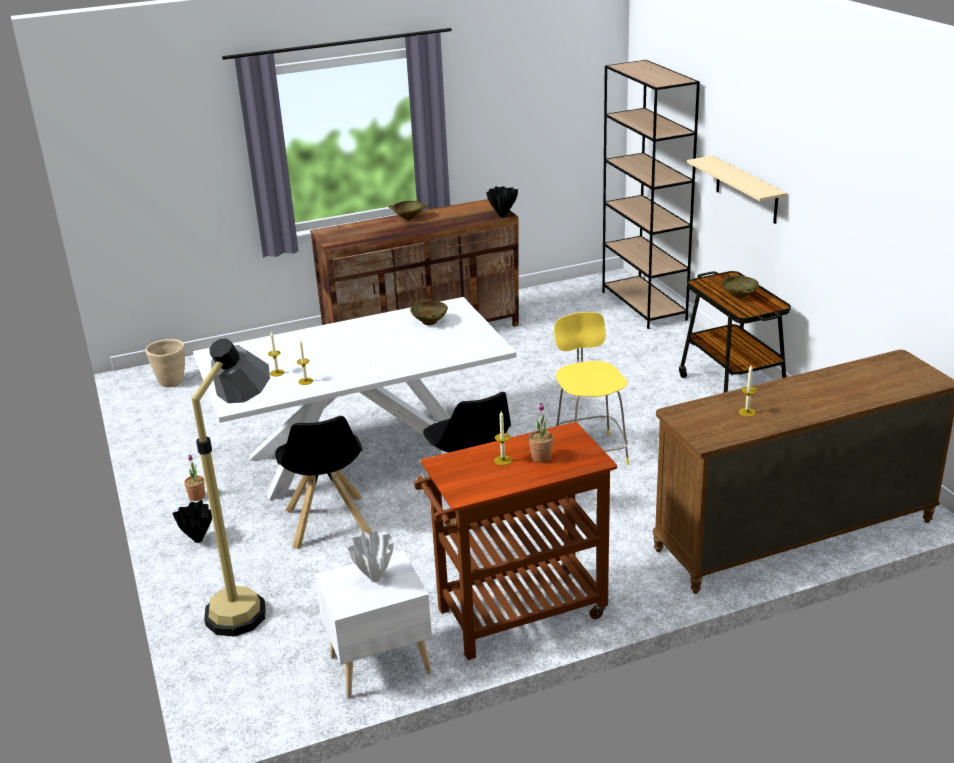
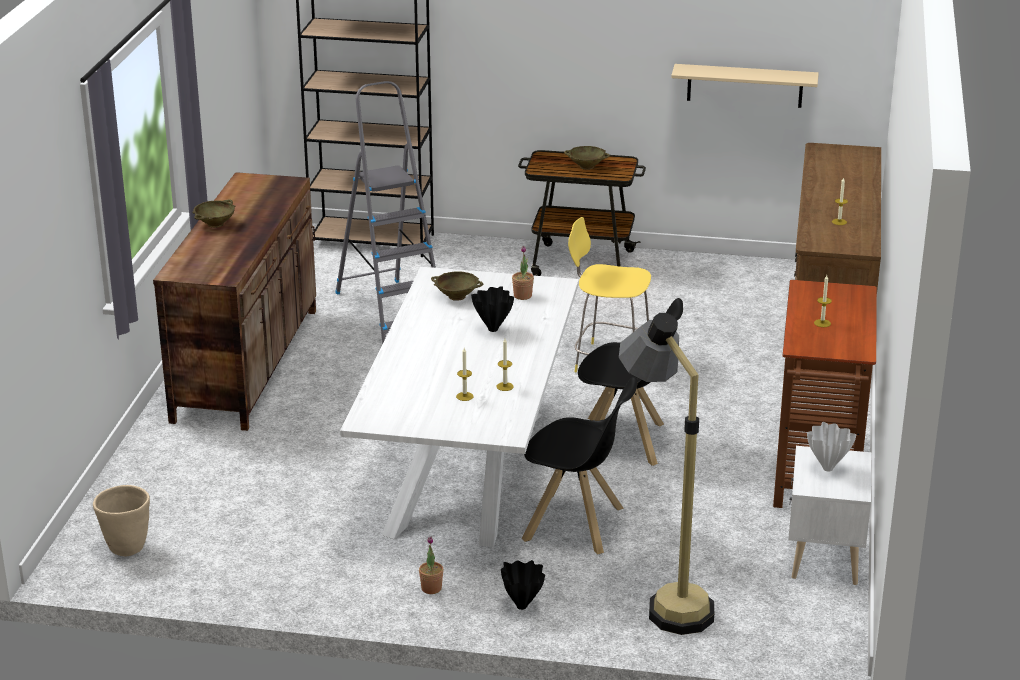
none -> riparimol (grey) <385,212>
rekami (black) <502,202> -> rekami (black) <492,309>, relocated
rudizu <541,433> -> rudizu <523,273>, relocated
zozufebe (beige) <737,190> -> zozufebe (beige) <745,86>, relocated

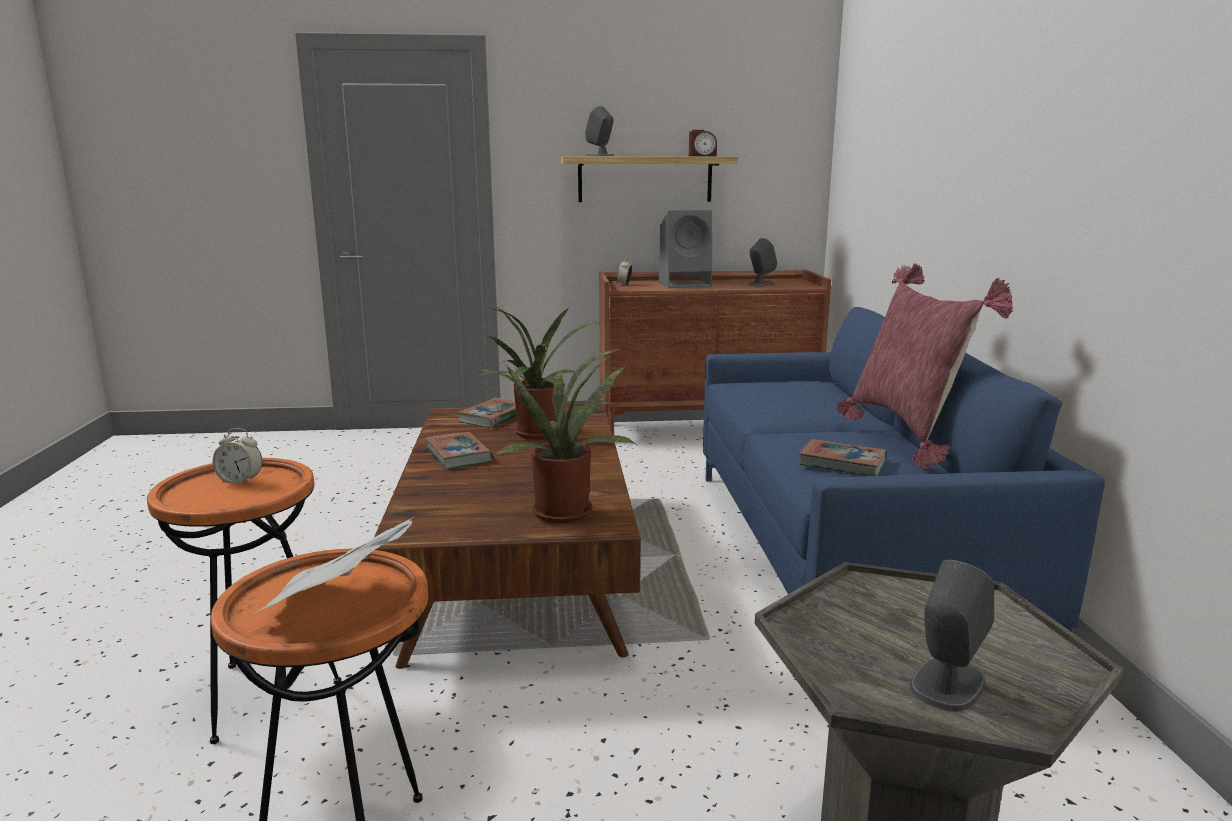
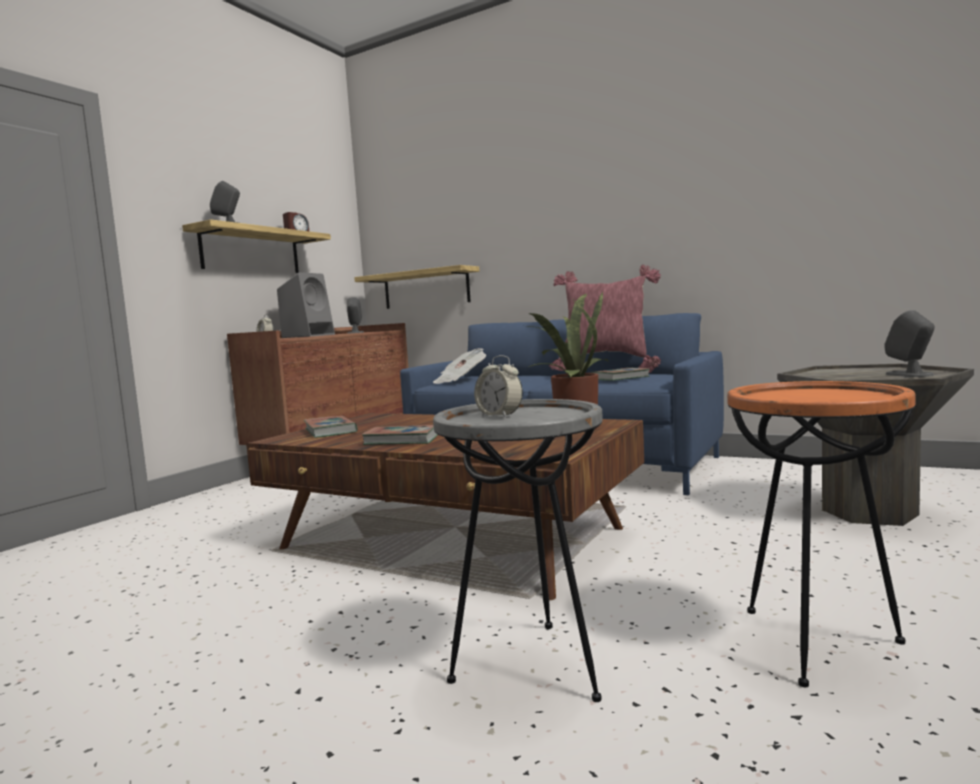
none -> zozufebe <417,287>
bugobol <334,565> -> bugobol <459,366>, relocated
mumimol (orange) <244,601> -> mumimol (grey) <518,550>
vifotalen <237,456> -> vifotalen <498,386>, 90 degrees clockwise
rudizu <538,371> -> none

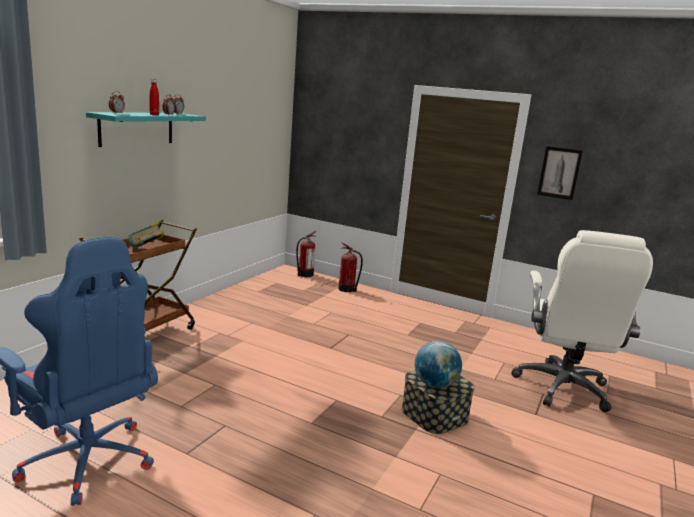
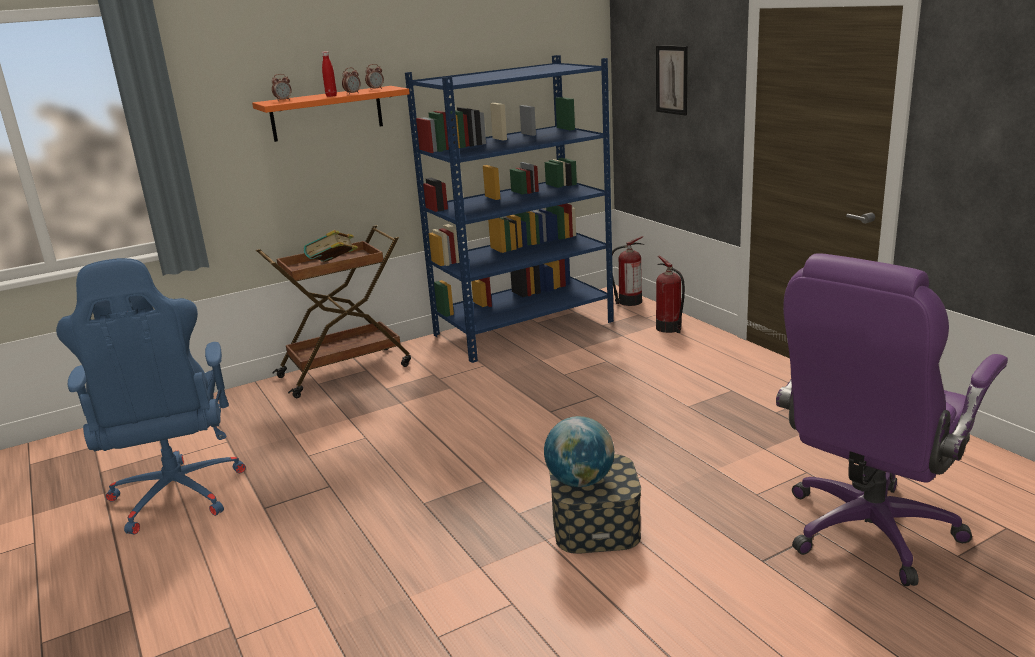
zozufebe (turquoise) <146,129> -> zozufebe (orange) <331,114>
none -> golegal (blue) <509,209>
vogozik <560,173> -> vogozik <672,80>, relocated
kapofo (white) <582,321> -> kapofo (purple) <892,419>

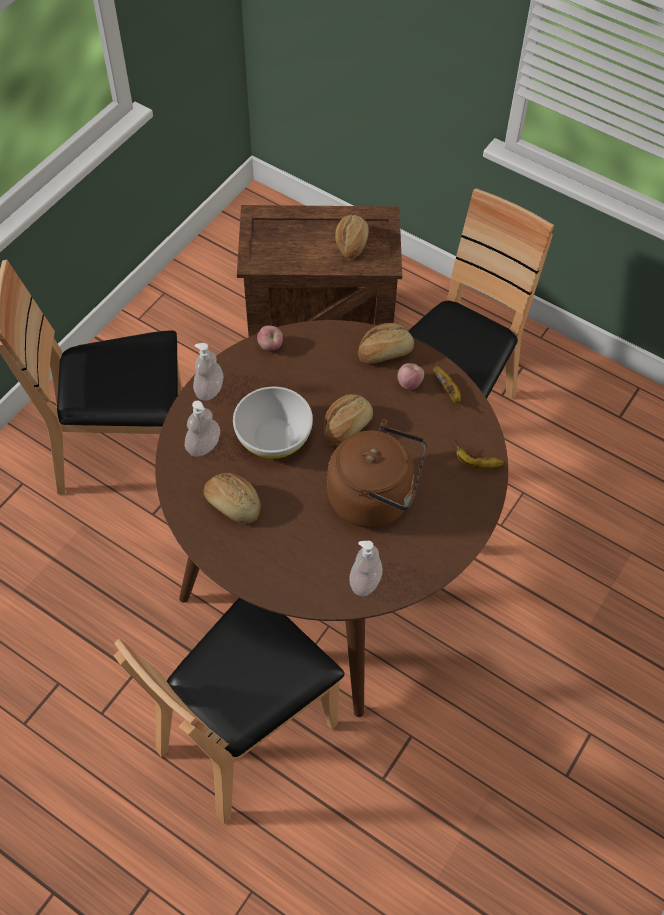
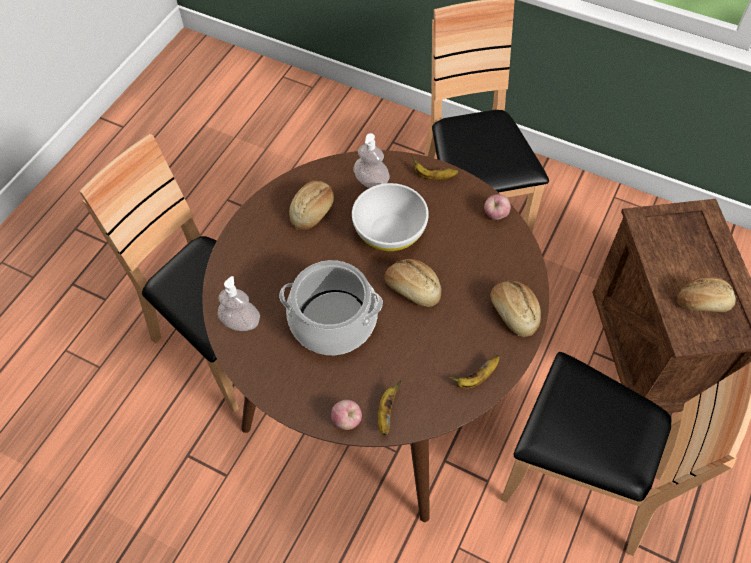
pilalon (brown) <377,473> -> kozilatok <331,307>
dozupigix <411,376> -> dozupigix <346,415>, relocated
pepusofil <208,372> -> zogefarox <435,168>

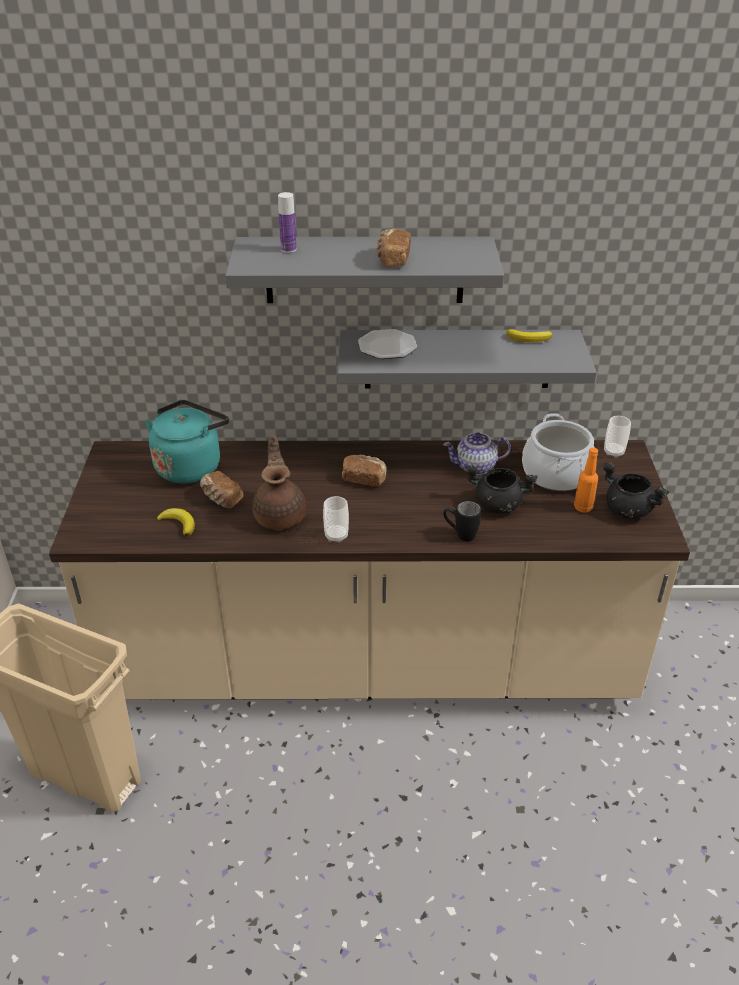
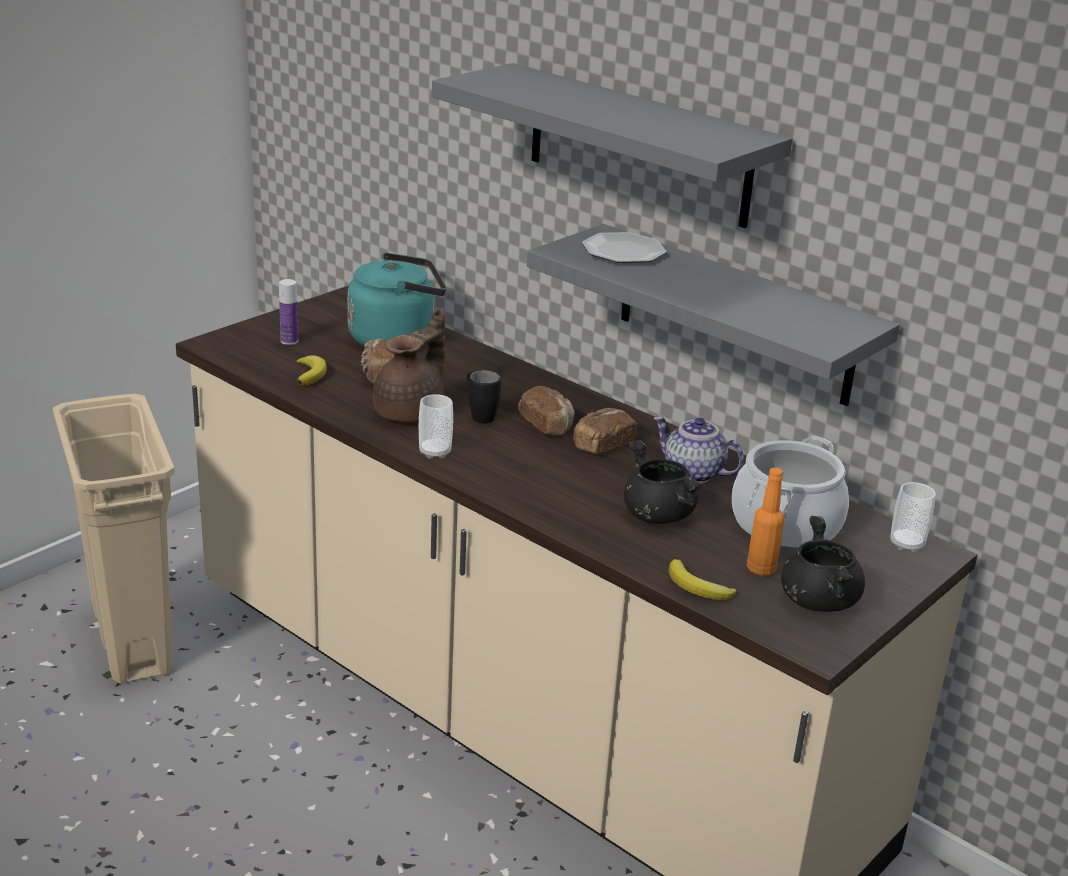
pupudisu <287,222> -> pupudisu <288,312>, relocated
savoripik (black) <462,521> -> savoripik (black) <484,396>, relocated
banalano <393,248> -> banalano <605,431>, relocated
zogefarox <529,335> -> zogefarox <703,579>, relocated

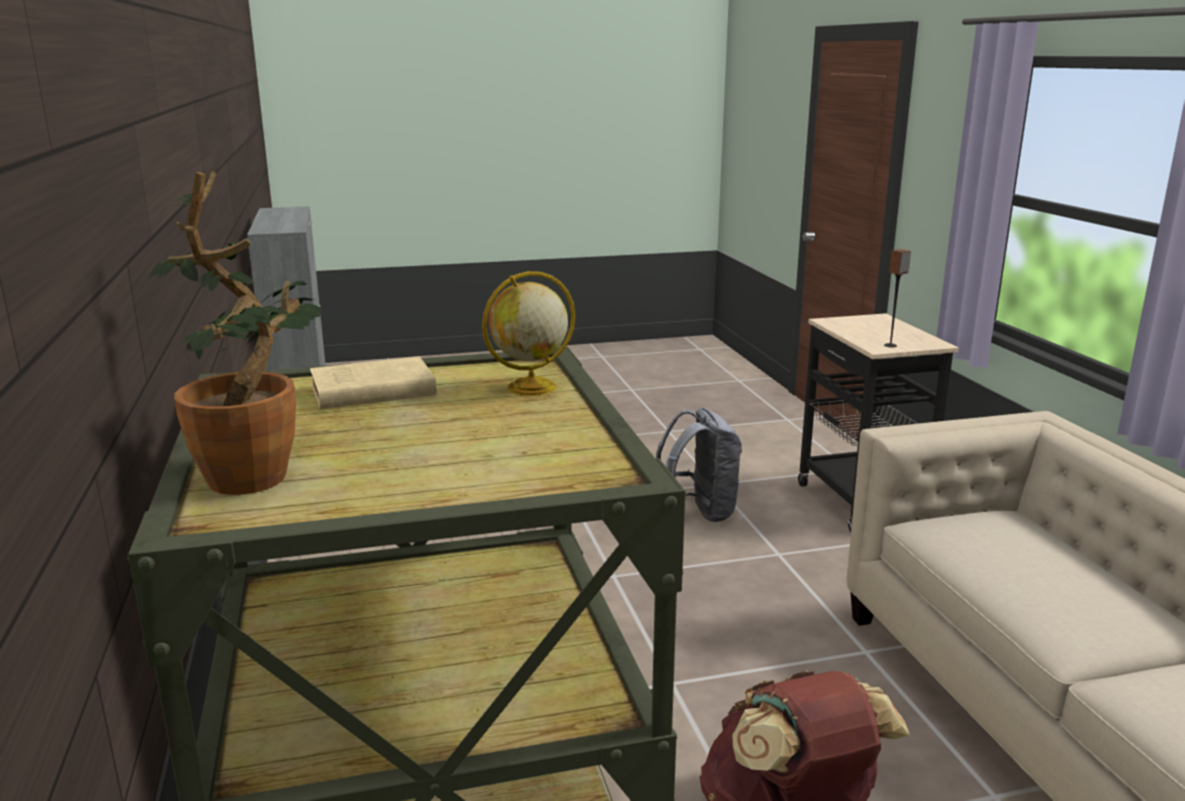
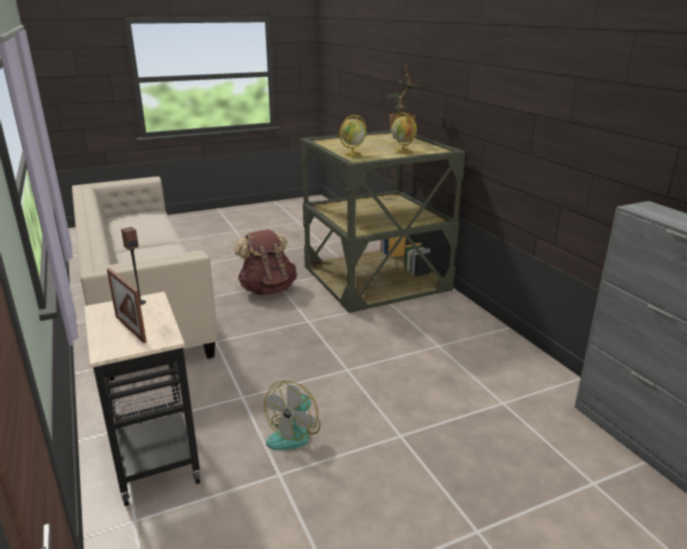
none -> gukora <127,305>
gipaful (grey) <699,464> -> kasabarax <292,415>
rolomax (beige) <373,383> -> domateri <404,133>

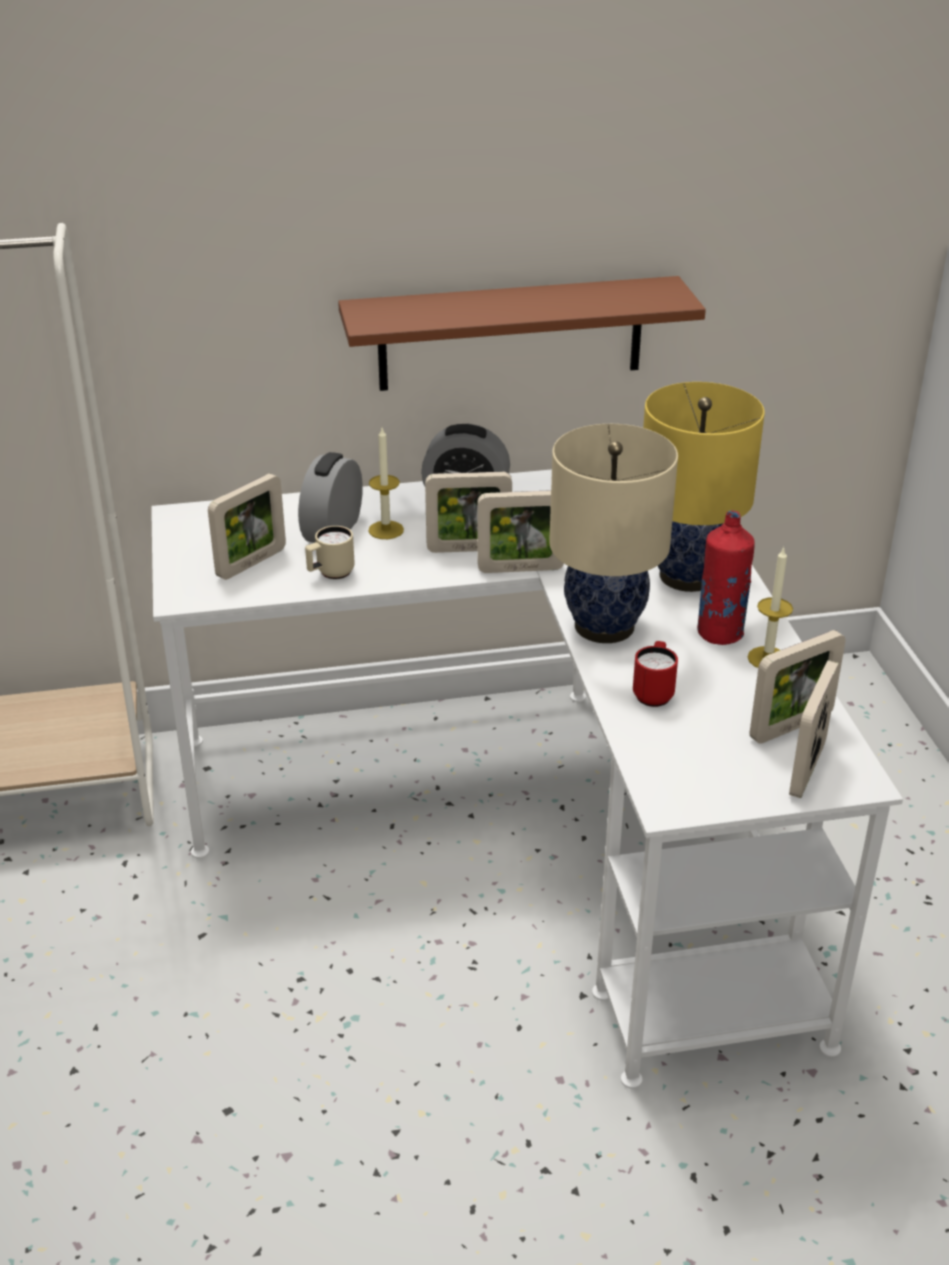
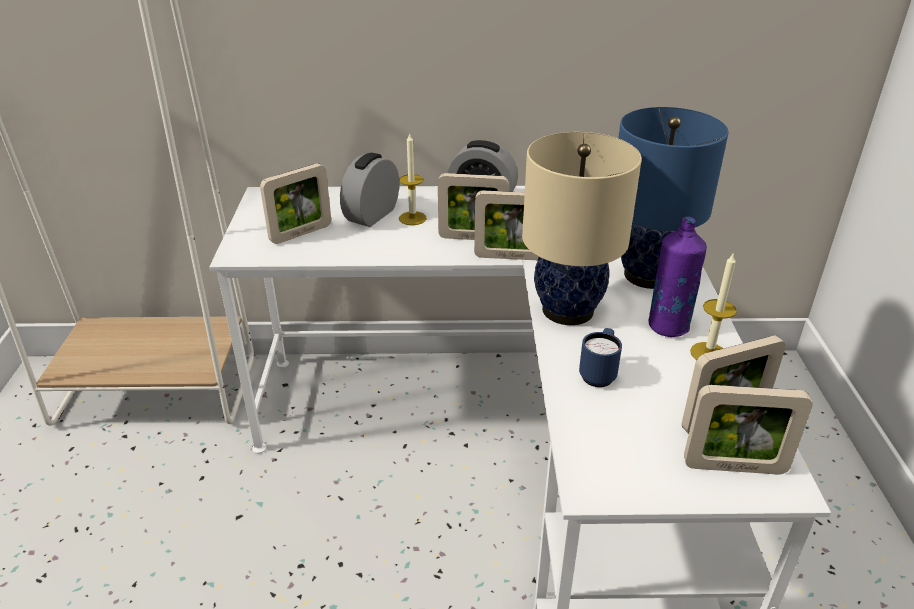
savoripik (red) <655,674> -> savoripik (blue) <600,357>
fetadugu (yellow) <704,487> -> fetadugu (blue) <673,198>
pupudisu (red) <726,577> -> pupudisu (purple) <678,277>
gukora <814,729> -> gukora <748,429>, 120 degrees counterclockwise
savoripik (beige) <330,552> -> none
zozufebe (brown) <522,333> -> none

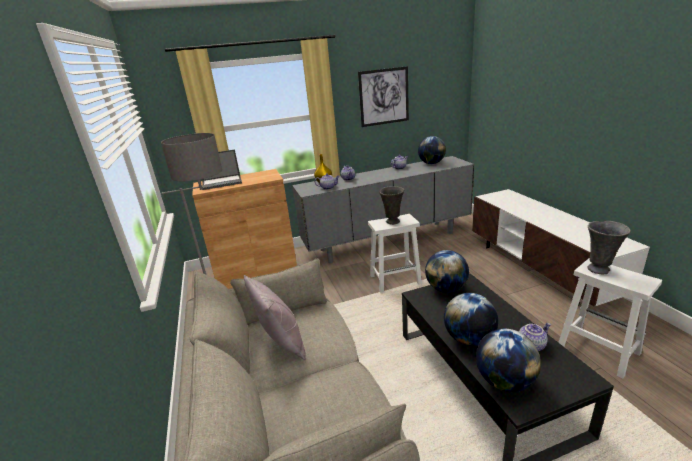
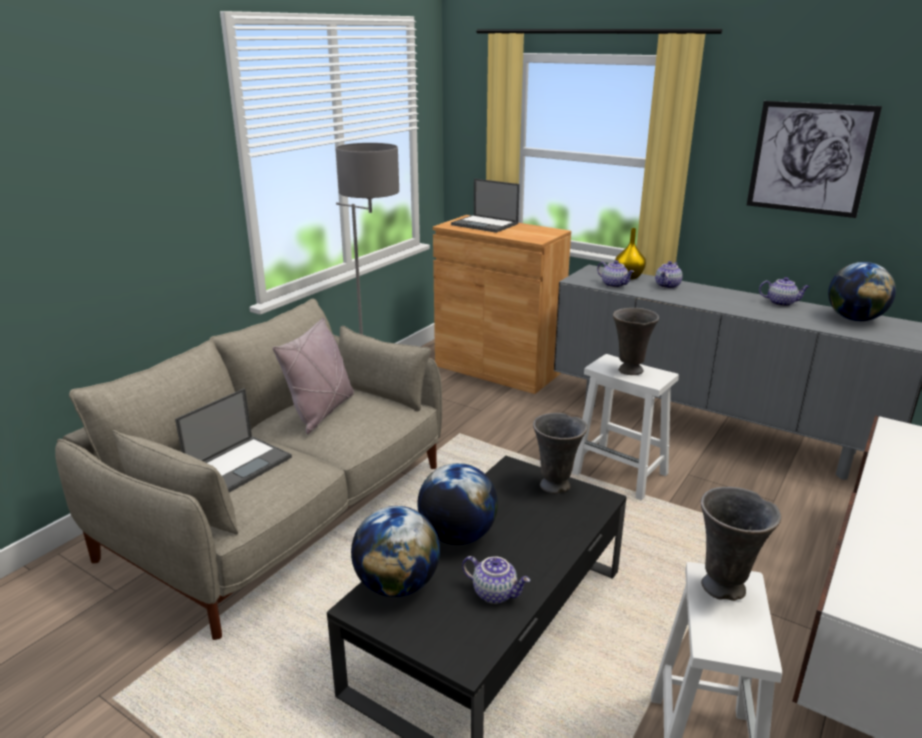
none -> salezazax <233,440>
domateri <447,271> -> rekami (grey) <560,453>

